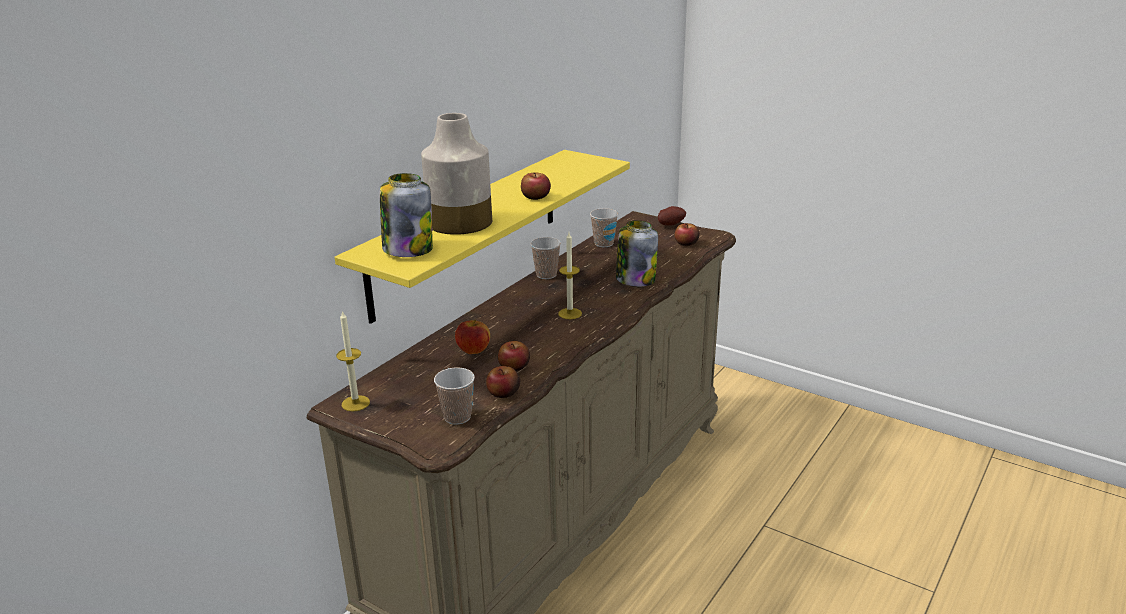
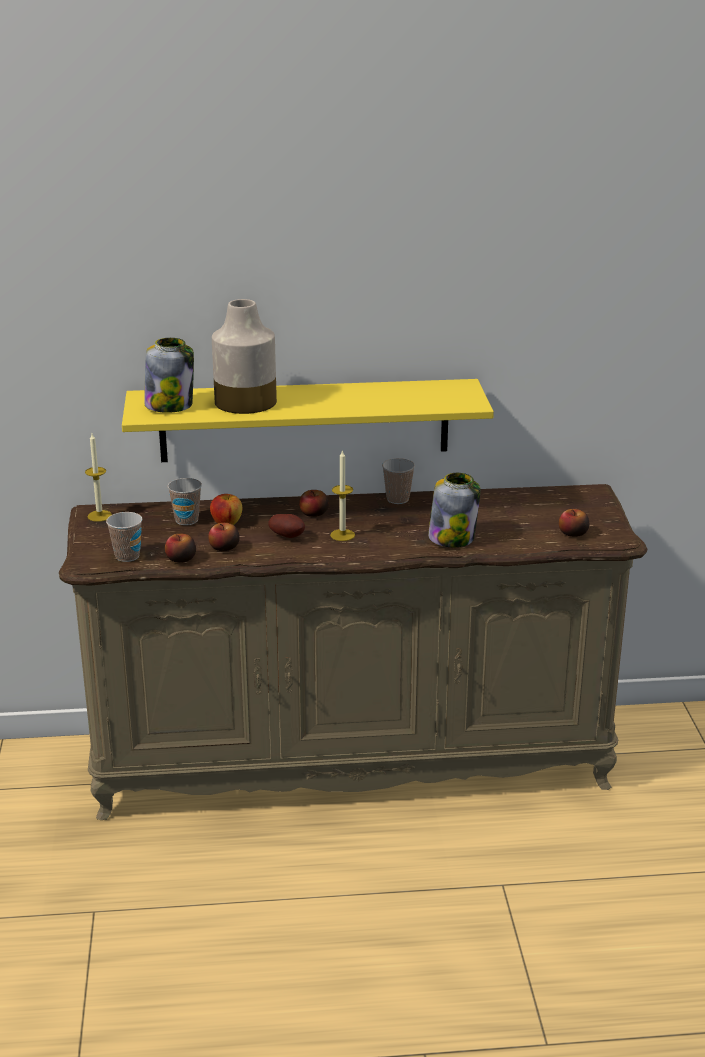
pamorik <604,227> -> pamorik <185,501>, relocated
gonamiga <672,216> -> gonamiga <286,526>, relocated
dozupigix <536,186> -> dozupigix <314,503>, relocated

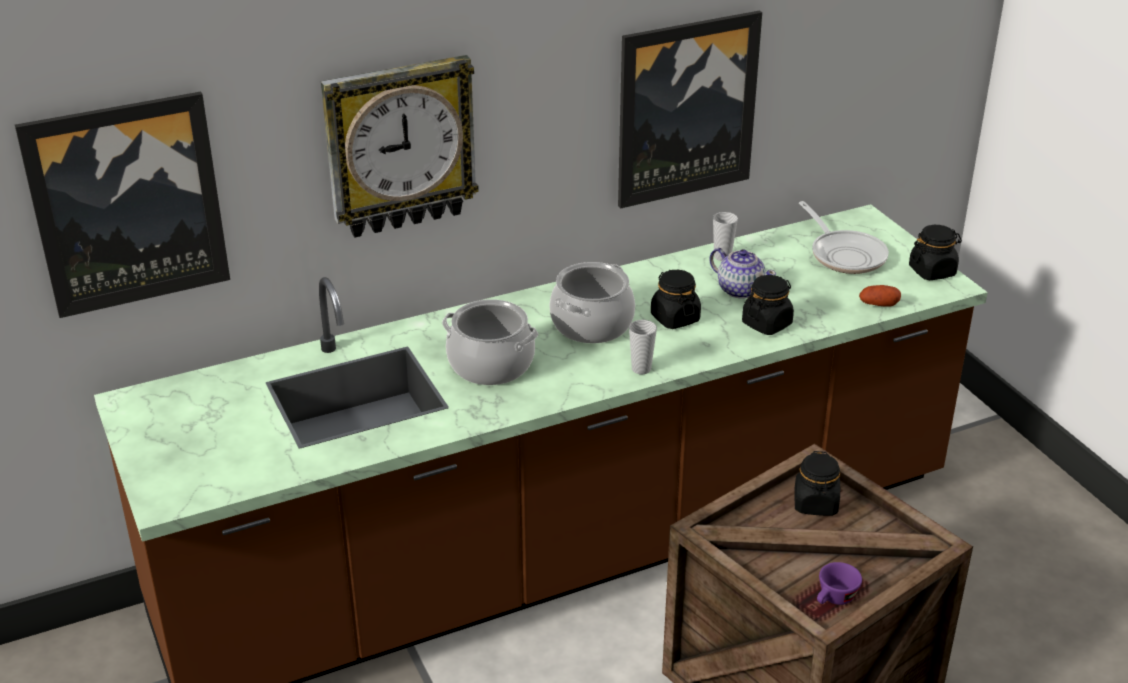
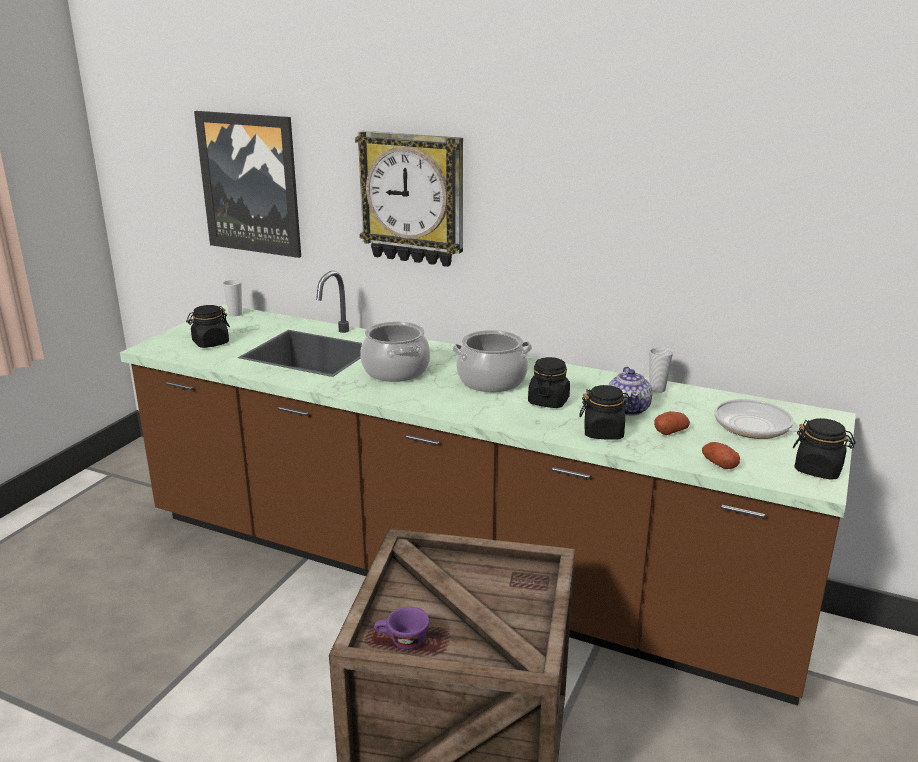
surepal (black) <817,483> -> surepal (black) <208,326>, relocated
pamorik <643,347> -> pamorik <232,298>, relocated
none -> gonamiga <672,423>
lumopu <844,237> -> lumopu <783,420>, 105 degrees clockwise
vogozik <690,110> -> none

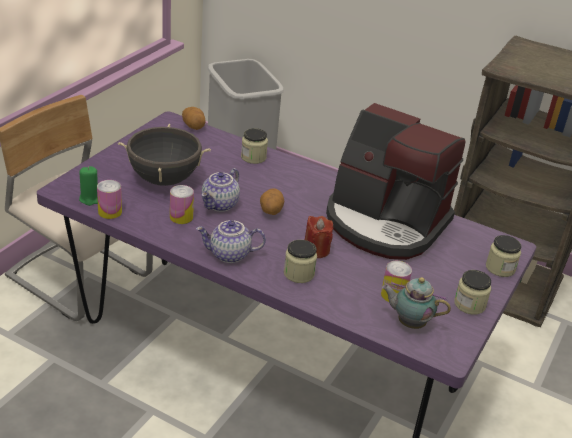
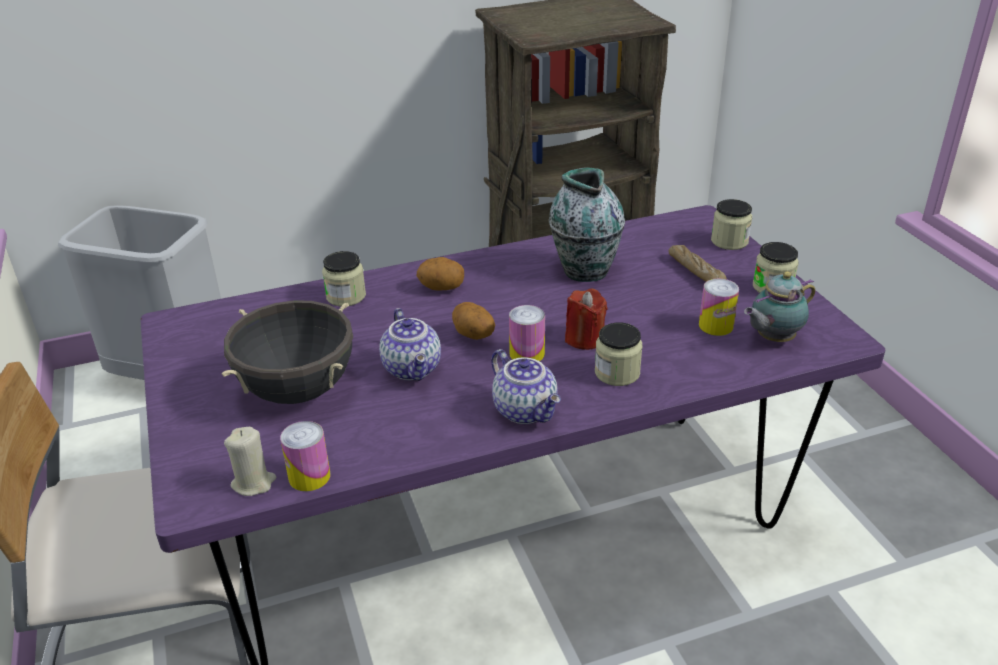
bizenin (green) <88,186> -> bizenin (beige) <250,461>
gonamiga <193,118> -> gonamiga <440,273>, relocated
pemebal <231,241> -> pemebal <526,386>, 75 degrees counterclockwise
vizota <182,204> -> vizota <527,333>, relocated
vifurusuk <395,181> -> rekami <587,224>
none -> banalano <697,263>

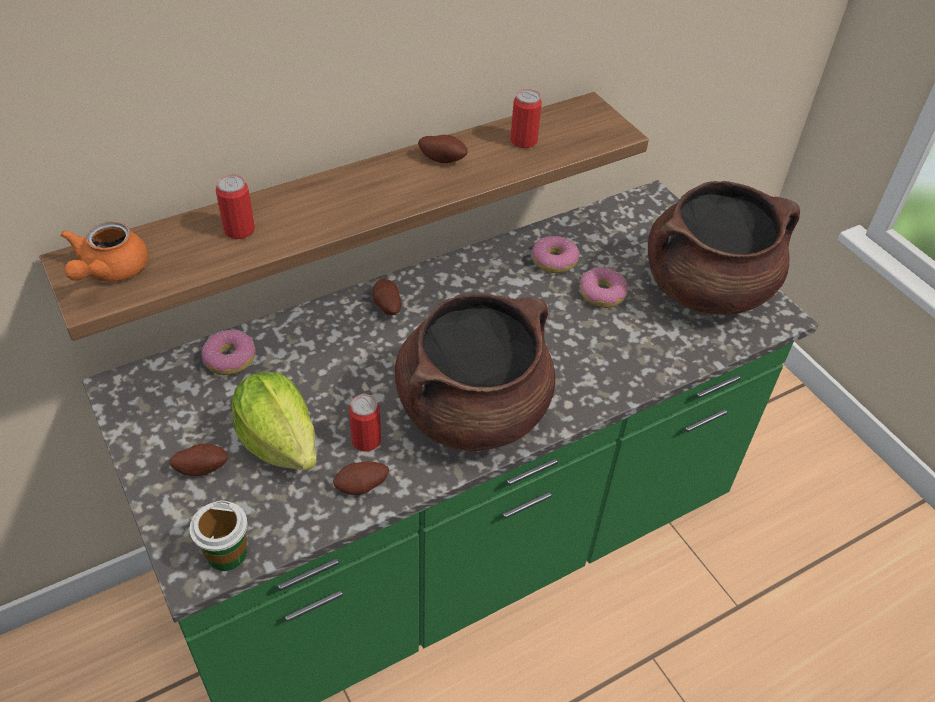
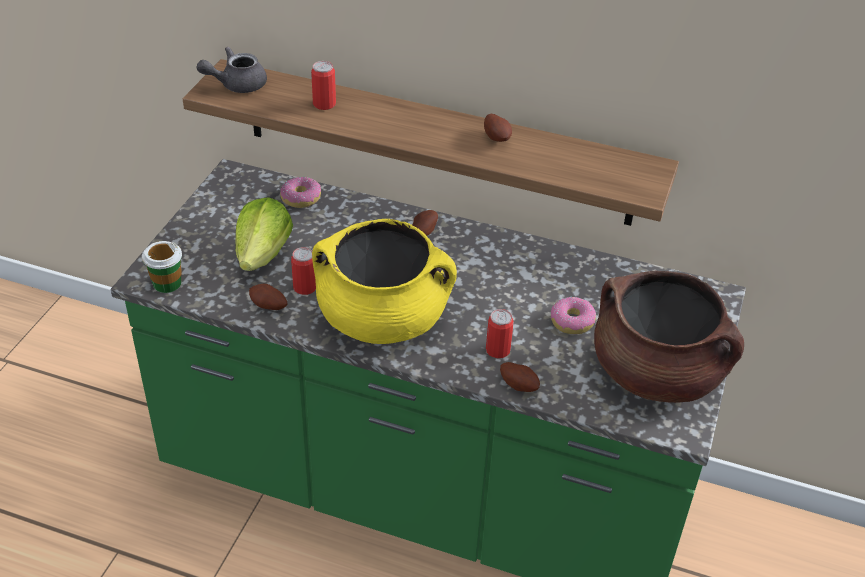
pemebal (orange) <104,251> -> pemebal (grey) <232,70>
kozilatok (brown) <475,372> -> kozilatok (yellow) <384,281>
vizota <526,118> -> vizota <500,333>, relocated
gonamiga <198,460> -> gonamiga <520,377>, relocated
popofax <555,254> -> none

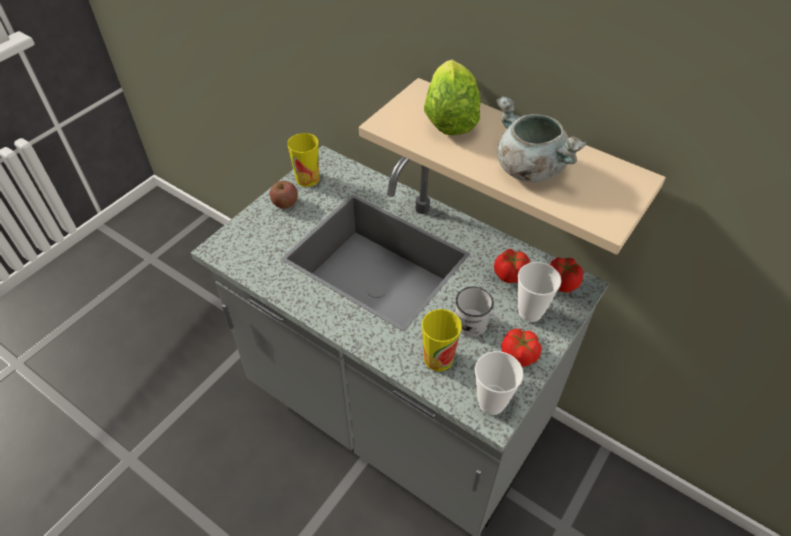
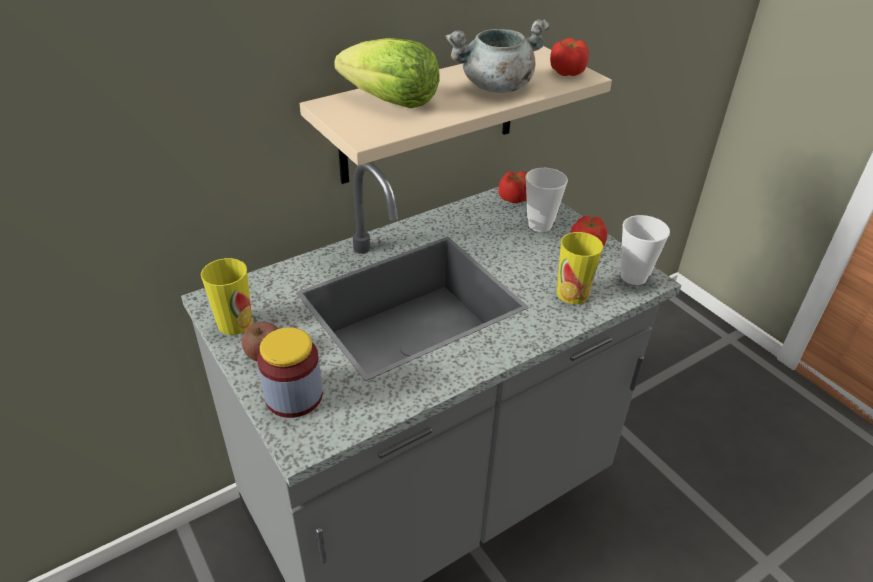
none -> surepal <290,373>
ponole <512,266> -> ponole <569,57>, relocated
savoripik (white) <478,312> -> none

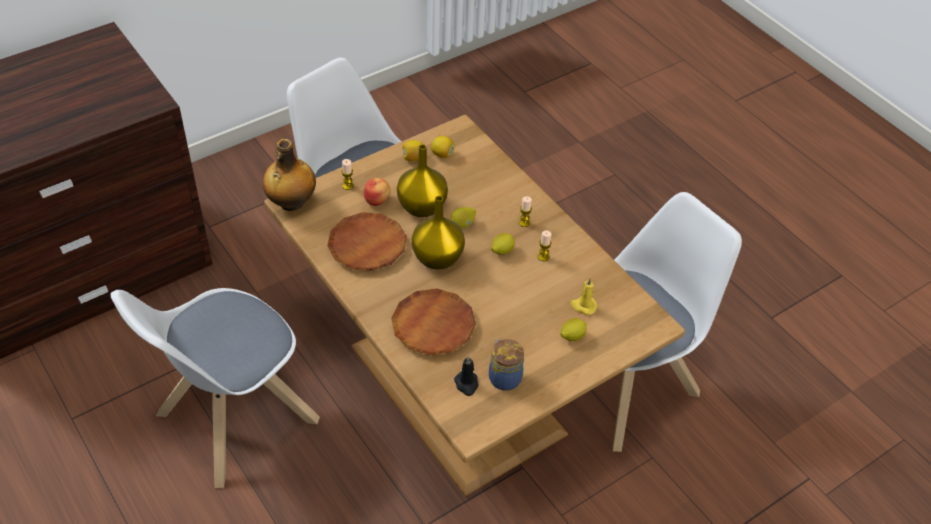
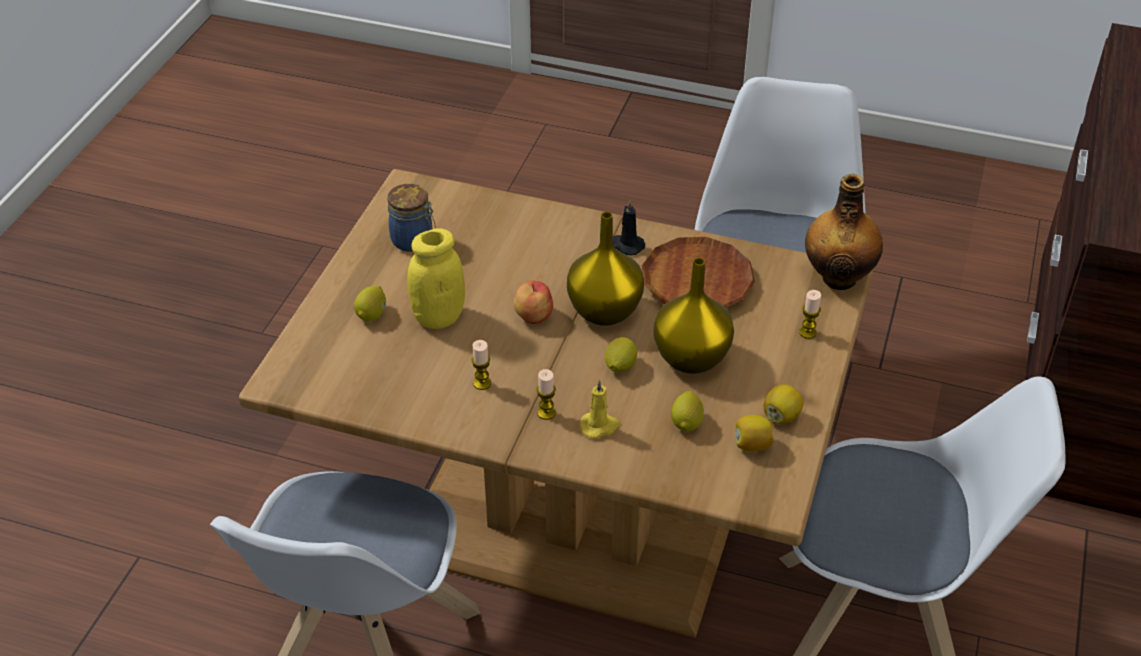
none -> surepal (yellow) <436,278>
dozupigix <377,192> -> dozupigix <533,302>, relocated
bizenin (yellow) <584,296> -> bizenin (yellow) <599,408>, relocated
bizenin (black) <466,375> -> bizenin (black) <629,227>, relocated
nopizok <503,244> -> nopizok <687,411>, relocated
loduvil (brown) <433,322> -> none

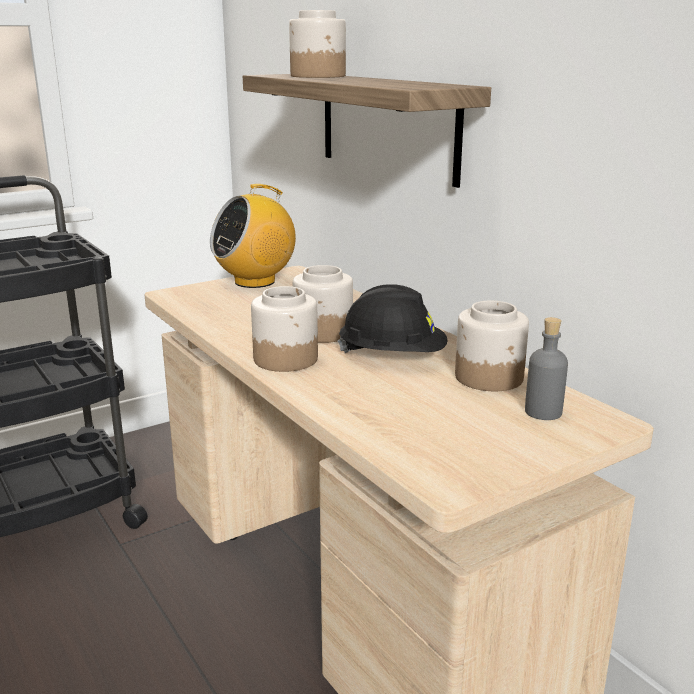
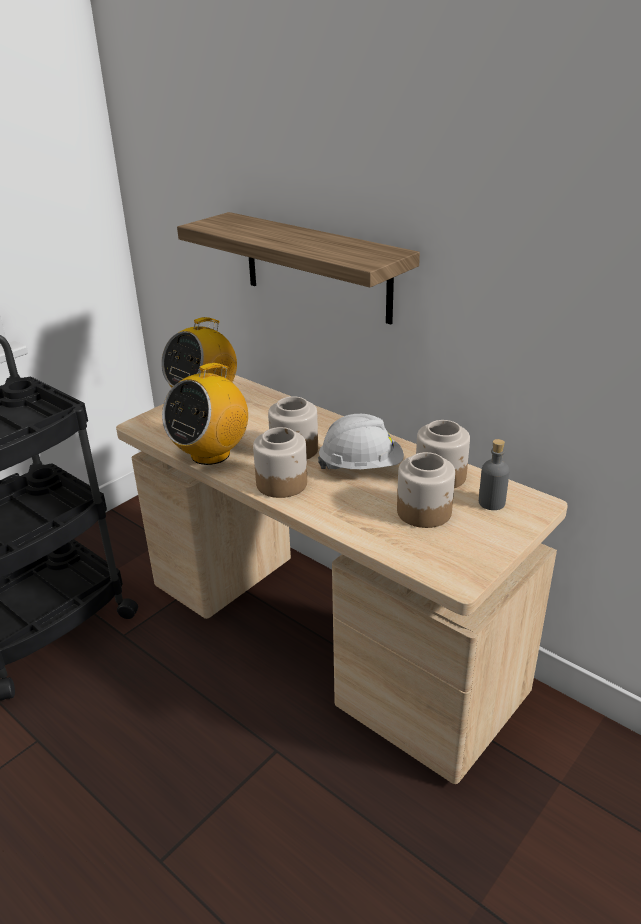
none -> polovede <205,414>
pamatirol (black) <393,318> -> pamatirol (white) <361,442>
surepal <317,44> -> surepal <426,490>, relocated

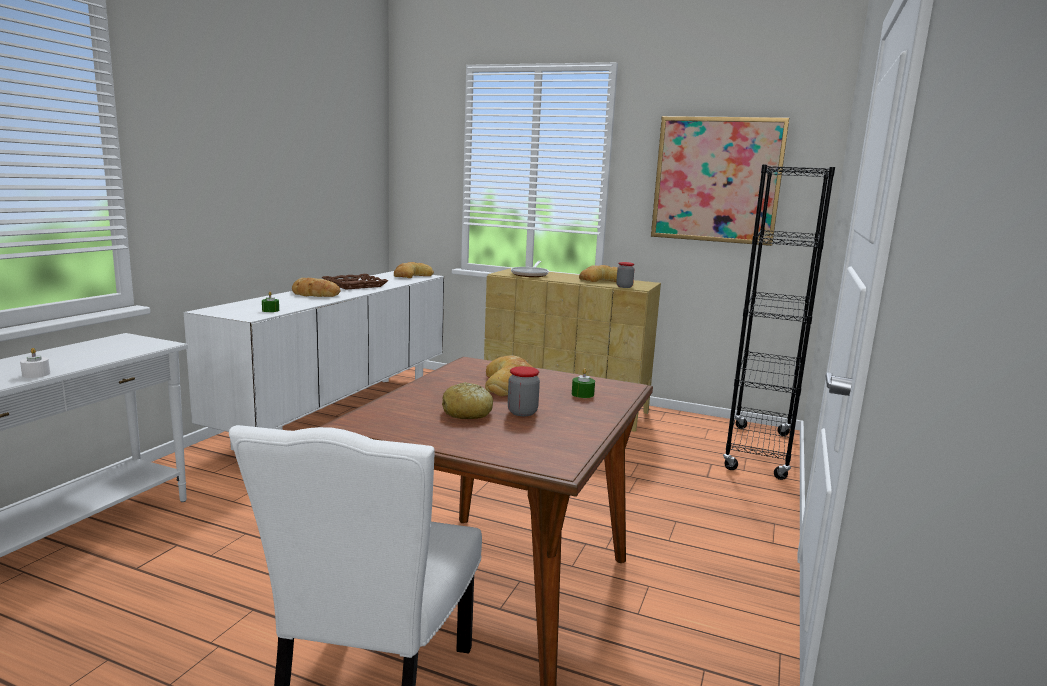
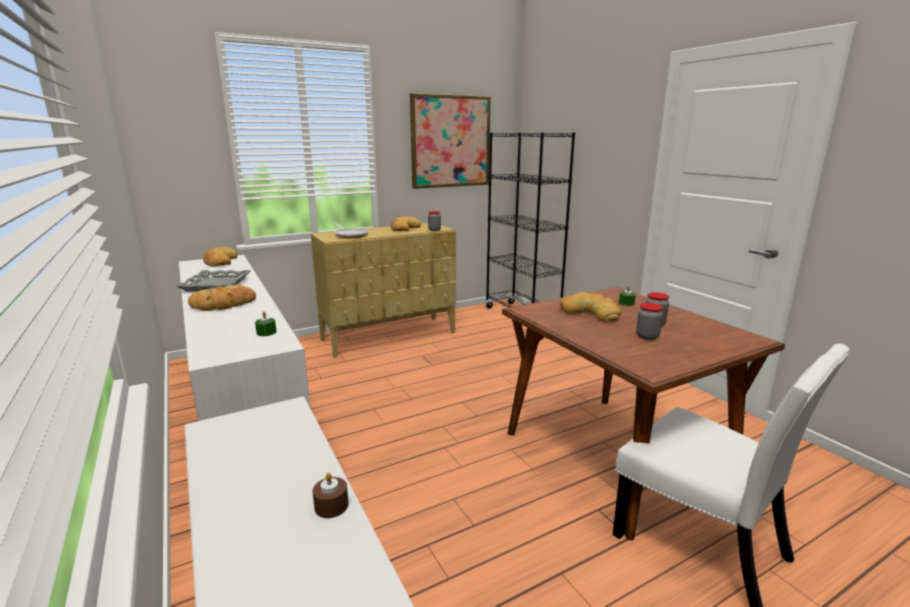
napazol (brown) <355,282> -> napazol (grey) <213,280>
bizenin (white) <35,363> -> bizenin (brown) <331,495>
banalano <467,400> -> surepal <649,321>

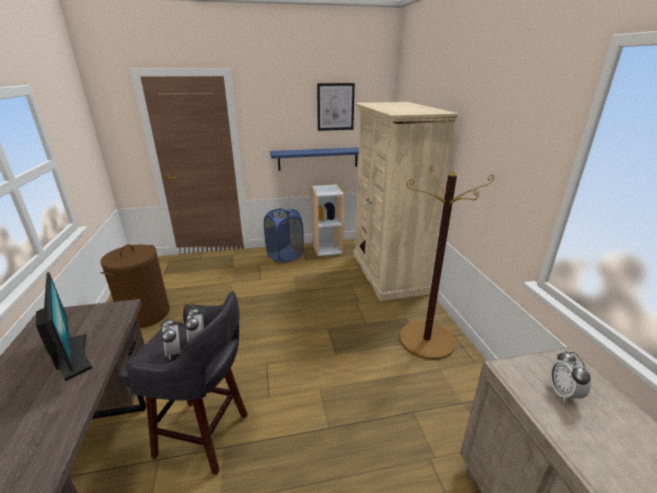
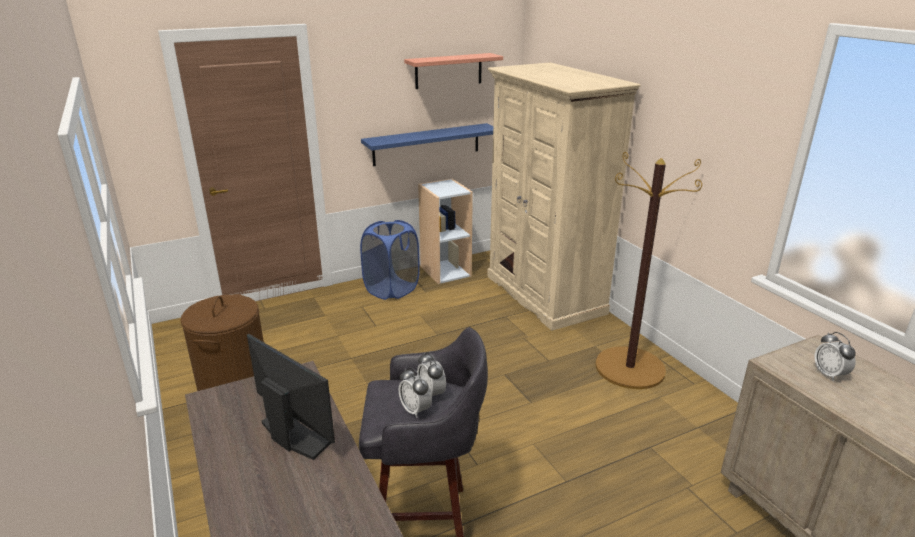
vogozik <336,107> -> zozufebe <453,71>

